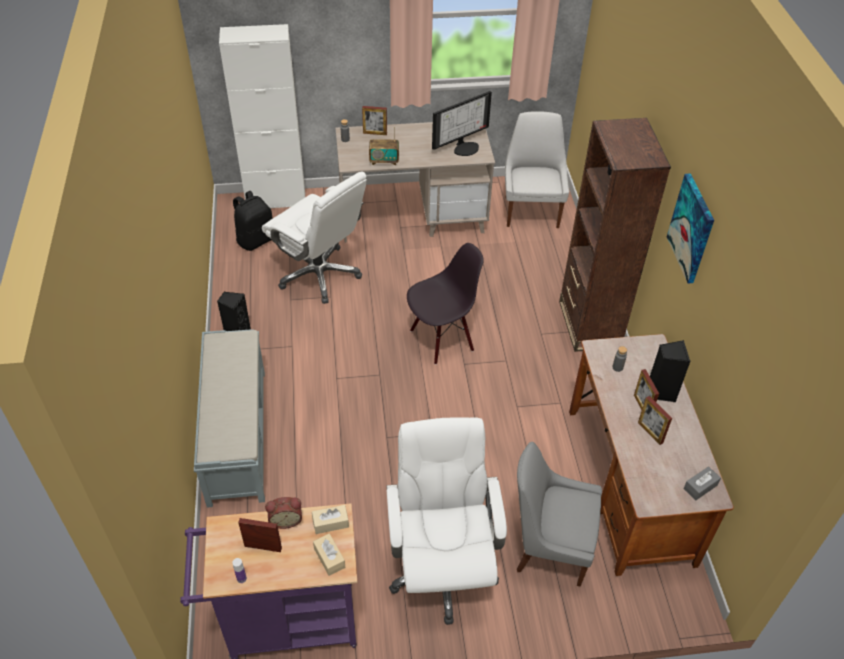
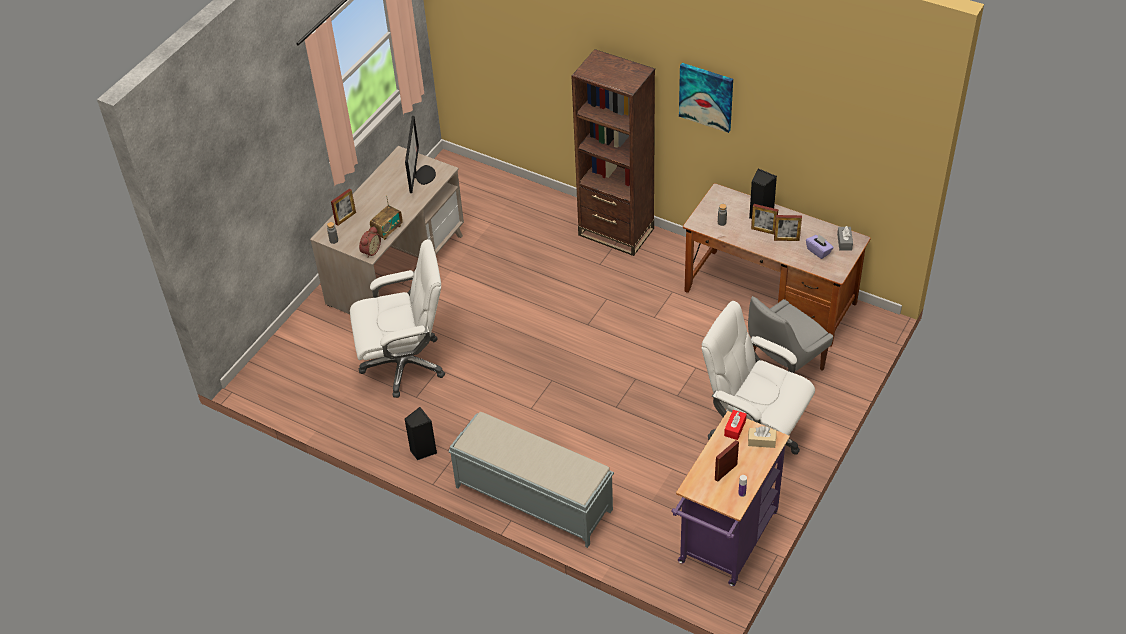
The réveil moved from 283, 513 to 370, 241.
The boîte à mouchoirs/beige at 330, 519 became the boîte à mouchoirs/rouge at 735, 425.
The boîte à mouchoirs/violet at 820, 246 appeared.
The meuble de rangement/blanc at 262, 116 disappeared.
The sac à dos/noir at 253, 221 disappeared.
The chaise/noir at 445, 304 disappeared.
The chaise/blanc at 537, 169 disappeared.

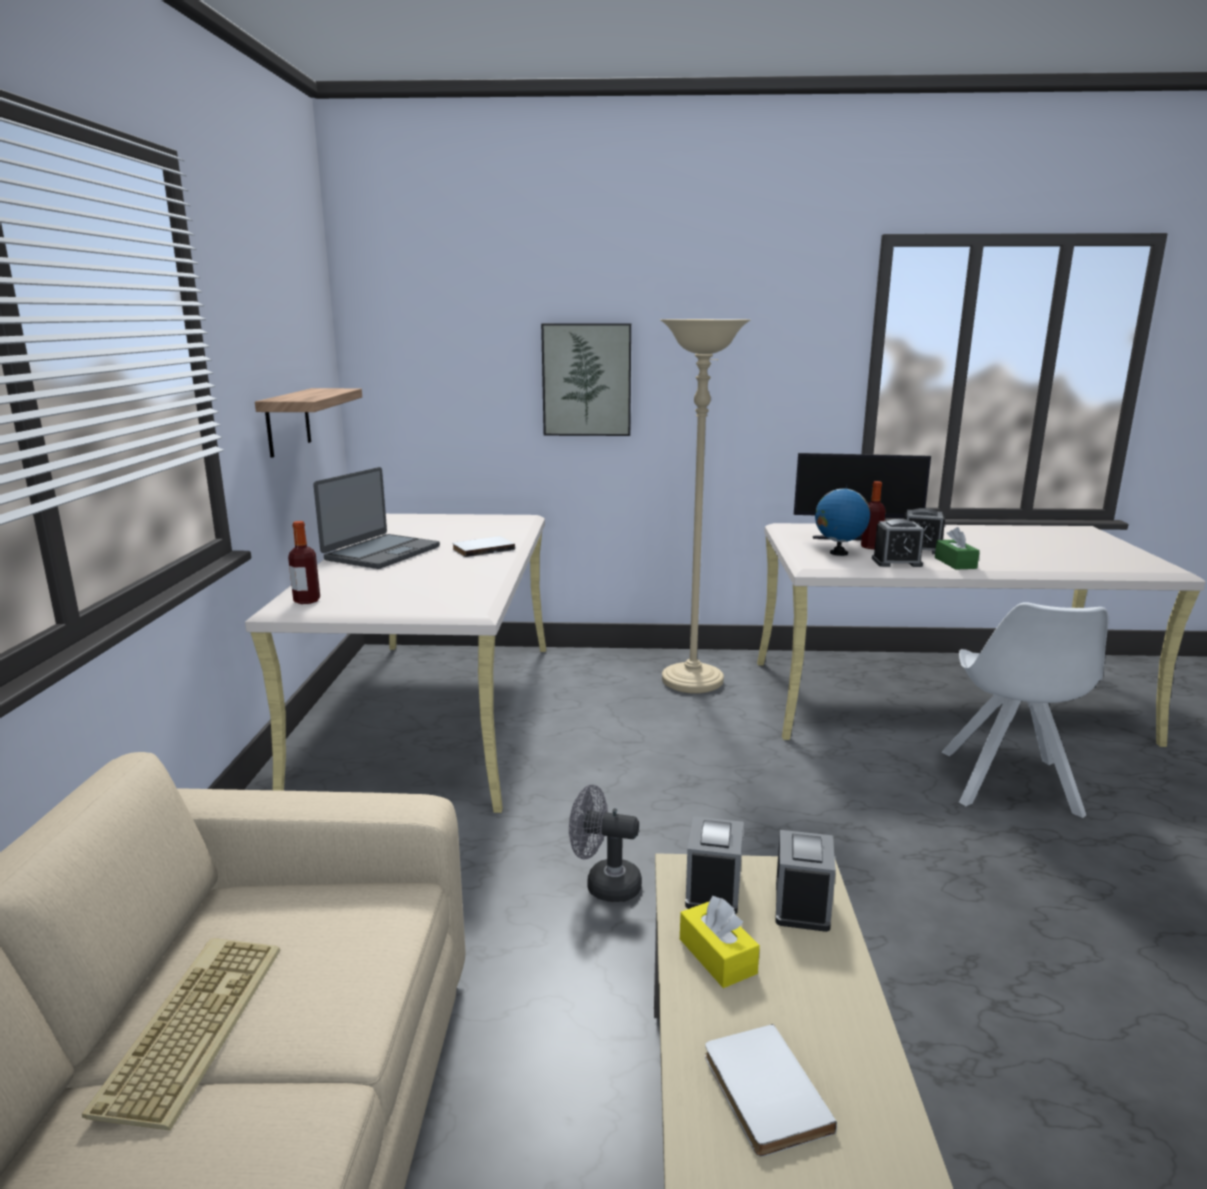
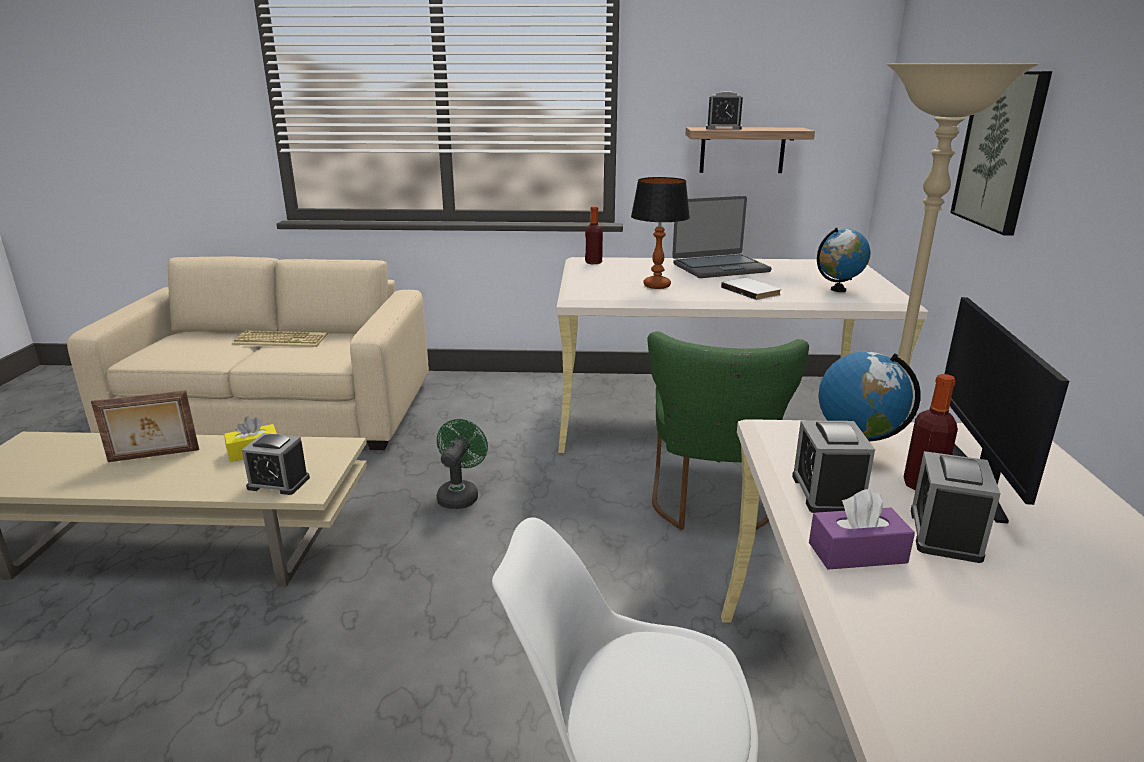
The livre/blanc at 771, 1090 was replaced by the cadre photo at 145, 426.
The ventilateur/gris at 605, 843 became the ventilateur/vert at 462, 464.
The lampe de table at 660, 233 appeared.
The chaise/vert at 728, 431 appeared.
The ordinateur portable at 376, 518 turned 45 degrees counterclockwise.
The réveil moved from 714, 865 to 724, 110.
The boîte à mouchoirs/vert at 957, 548 became the boîte à mouchoirs/violet at 862, 529.
The globe at 844, 259 appeared.

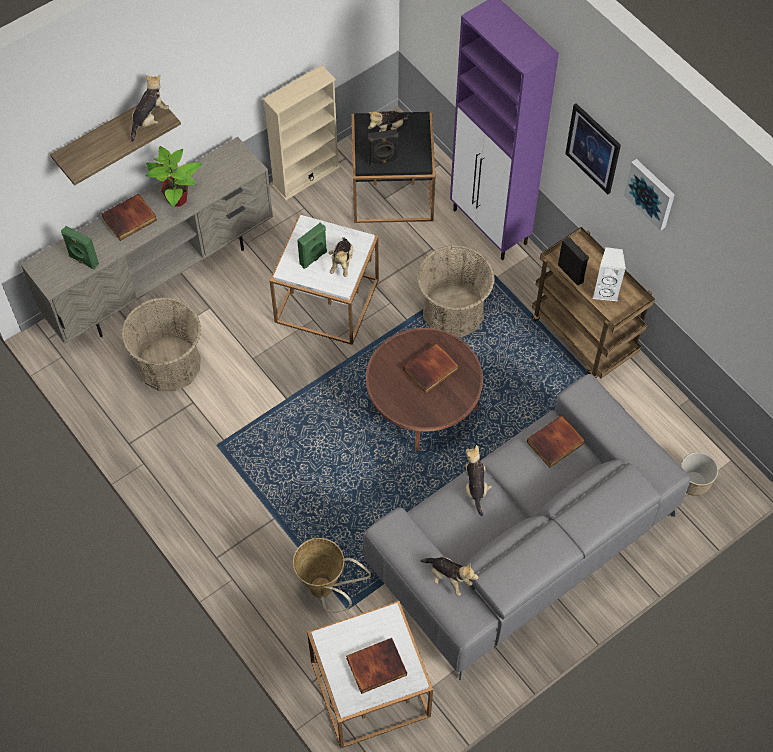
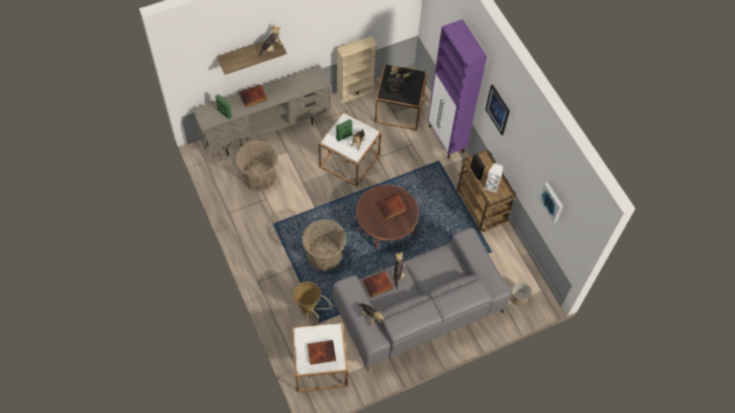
The panier moved from 456, 291 to 324, 245.
The livre moved from 556, 441 to 378, 284.
The tableau moved from 649, 195 to 551, 202.
The plante en pot at 174, 176 disappeared.

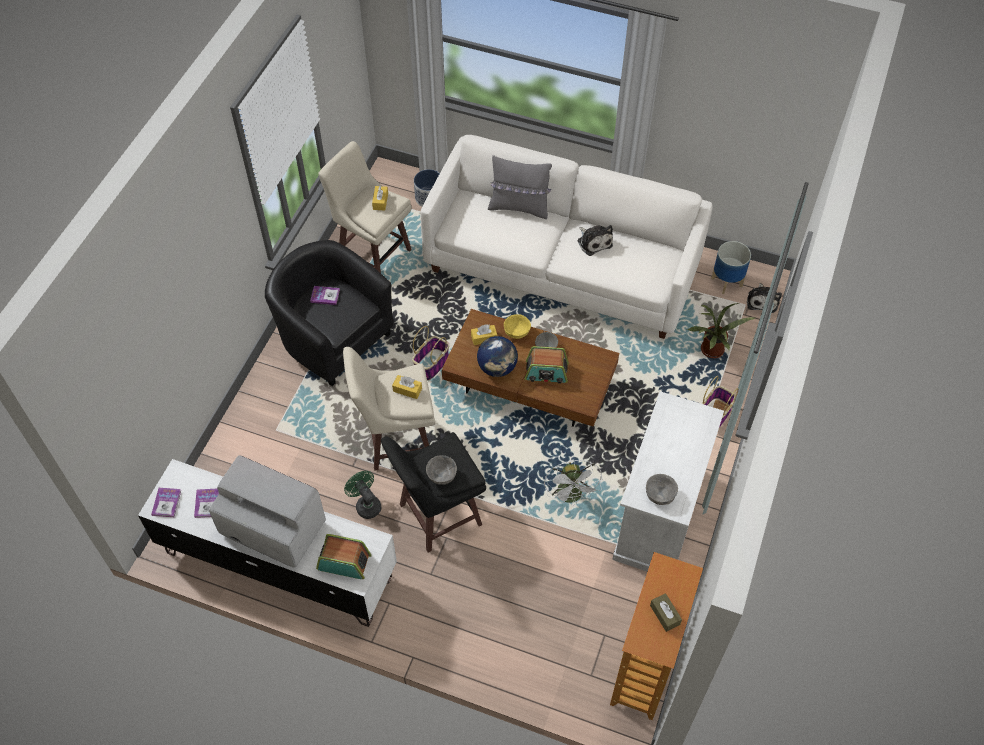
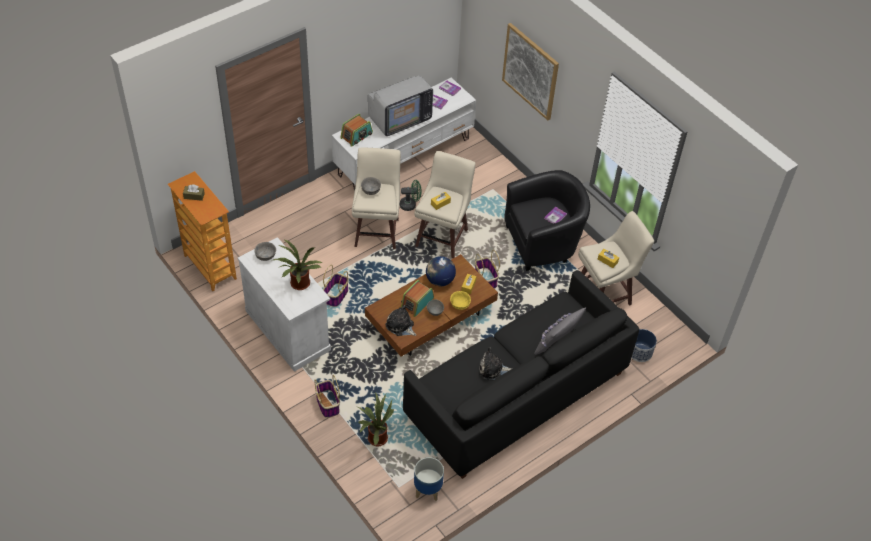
The plante en pot at 298, 264 appeared.
The ventilateur/blanc at 573, 482 was replaced by the panier at 336, 286.
The tabouret/noir at 433, 492 became the tabouret/beige at 376, 198.
The peluche moved from 764, 298 to 400, 320.
The canapé/blanc at 566, 237 became the canapé/noir at 521, 374.
The tableau at 530, 72 appeared.

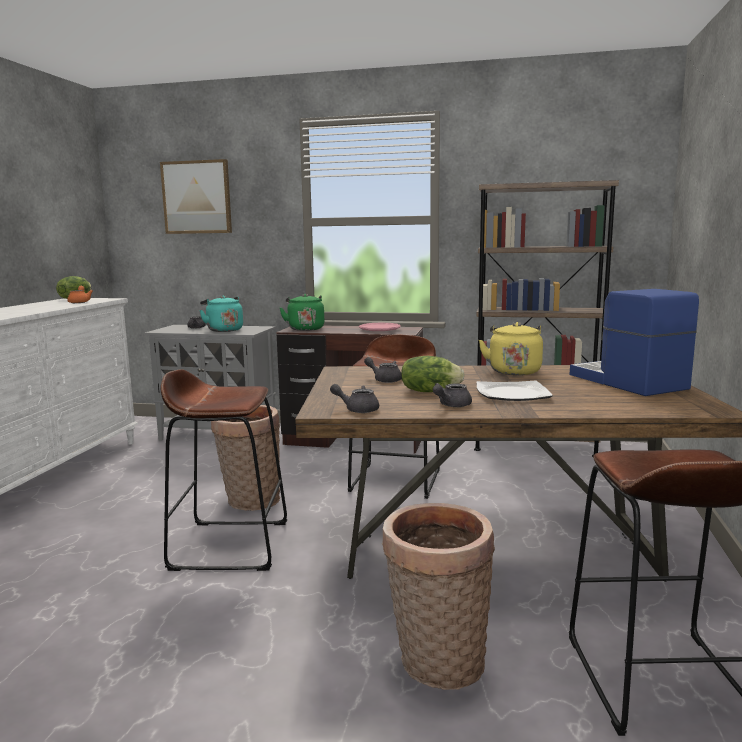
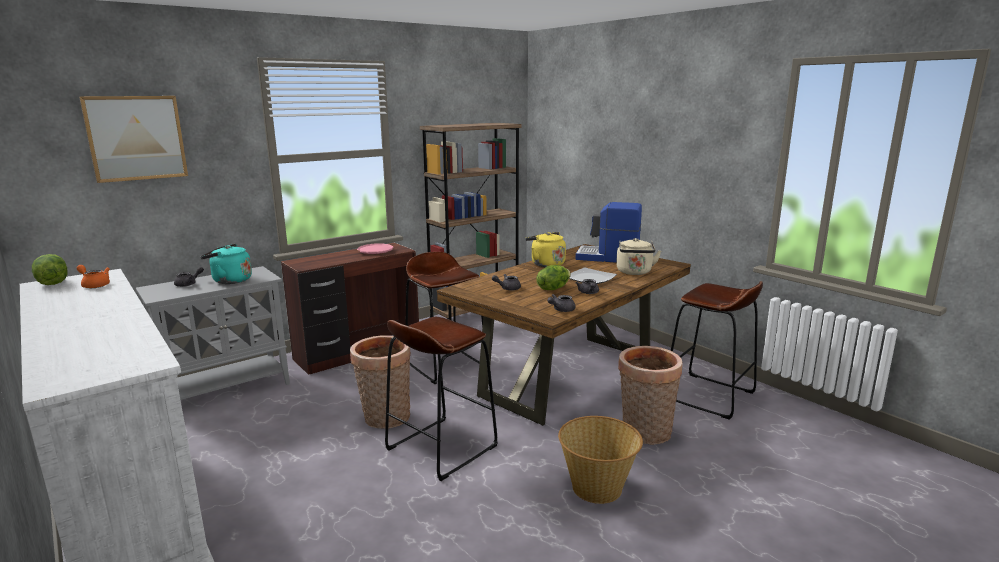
The panier at 600, 460 appeared.
The bouilloire/beige at 638, 256 appeared.
The bouilloire/vert at 302, 312 disappeared.

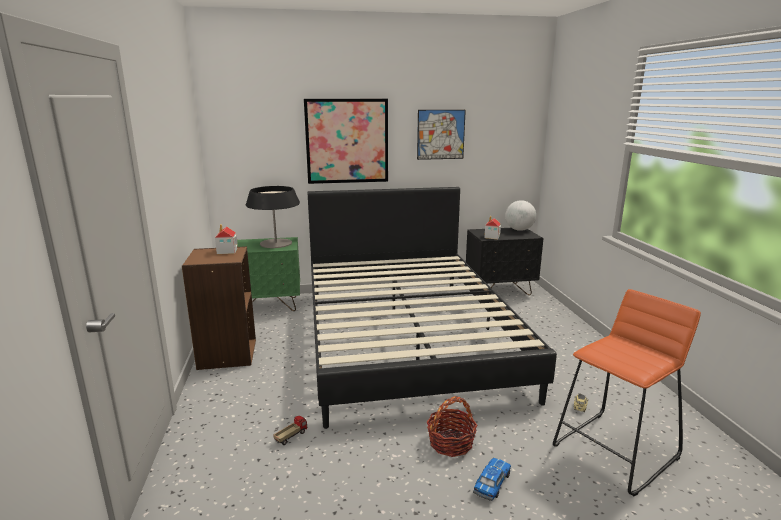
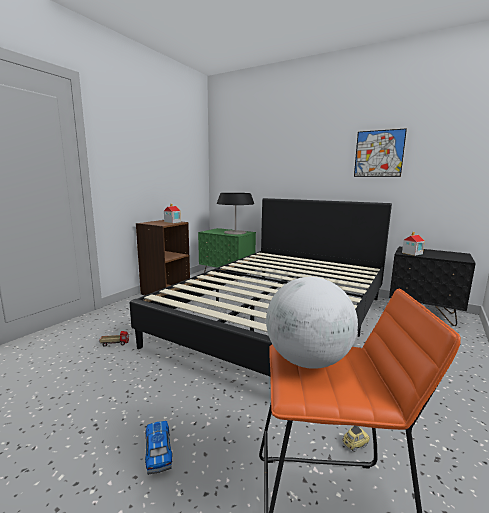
The petite voiture at 492, 479 turned 90 degrees counterclockwise.
The globe moved from 520, 215 to 312, 323.
The tableau at 346, 141 disappeared.
The panier at 452, 426 disappeared.

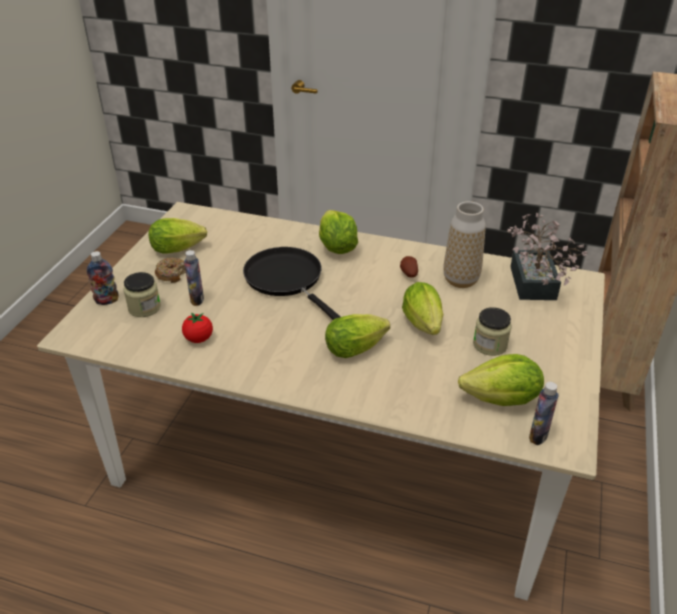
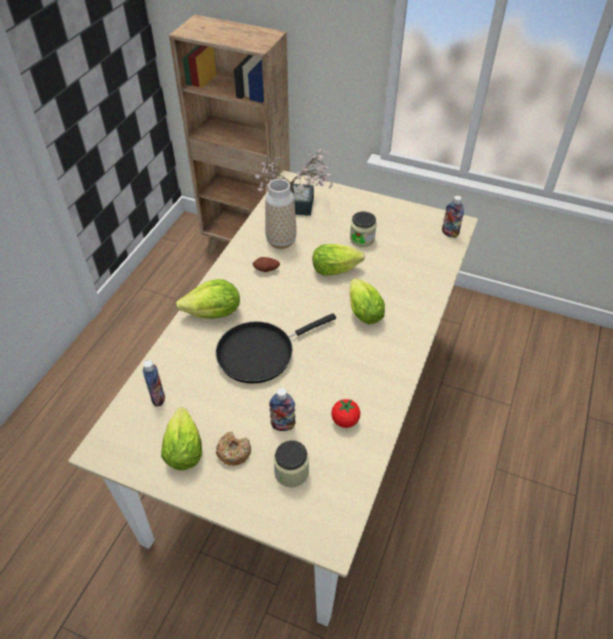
The bouteille moved from 103, 278 to 154, 383.
The laitue at 501, 380 disappeared.

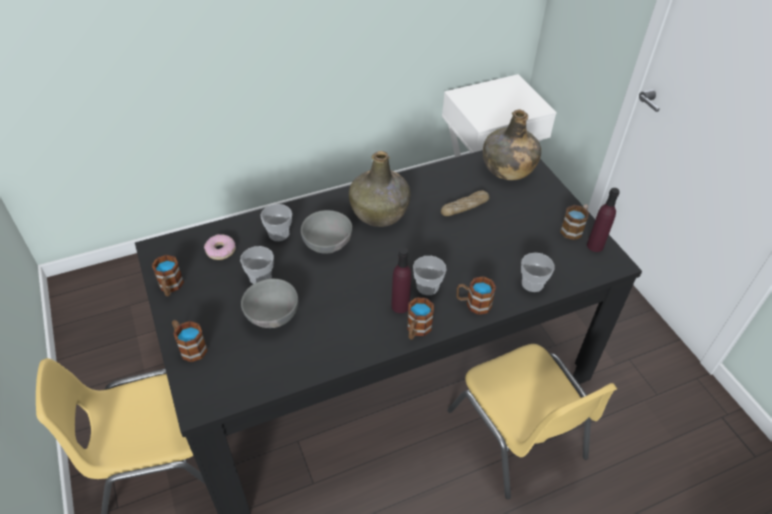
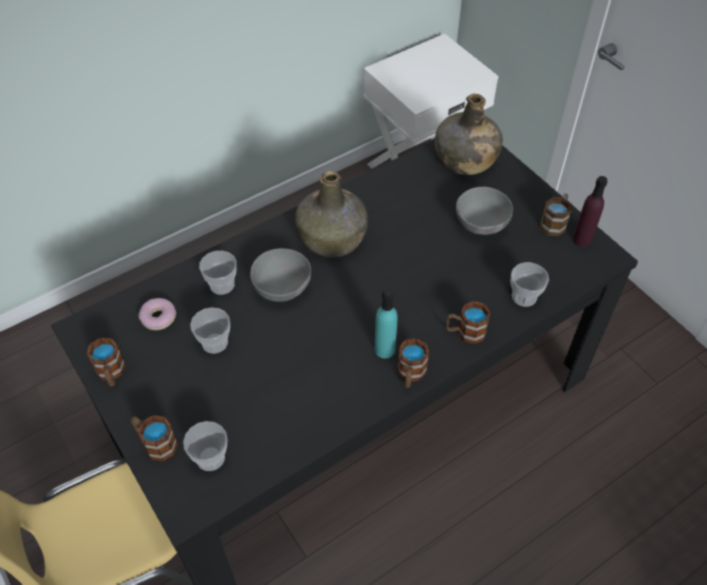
The tasse moved from 430, 275 to 205, 446.
The bouteille/violet at 401, 280 became the bouteille/turquoise at 386, 324.
The bol/gris moved from 269, 303 to 484, 211.
The pain at 465, 203 disappeared.
The chaise/jaune at 532, 421 disappeared.

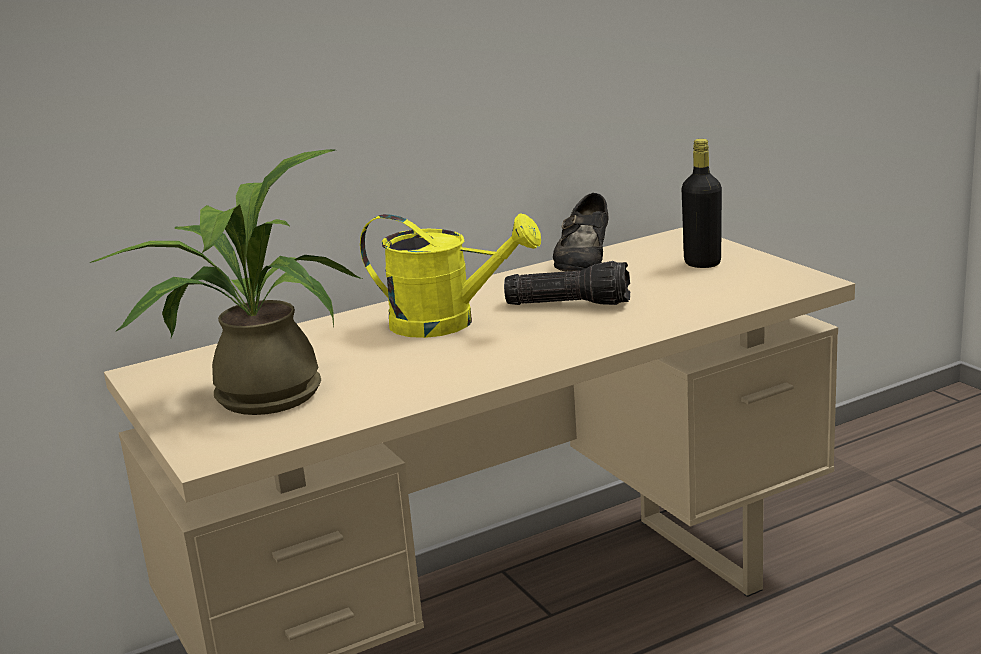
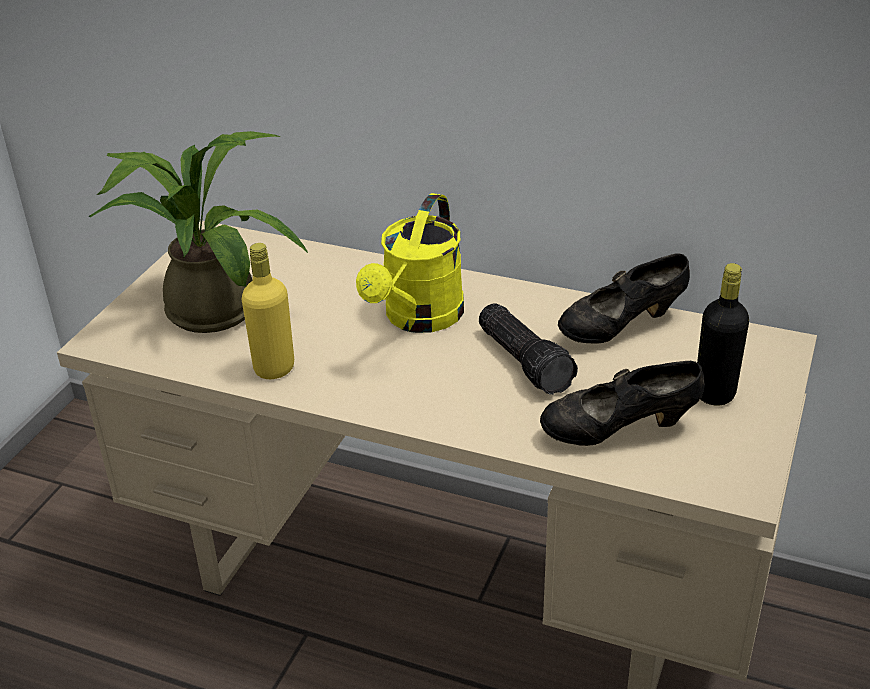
The bouteille/jaune at 268, 311 appeared.
The arrosoir/jaune at 450, 275 turned 45 degrees clockwise.
The chaussure/noir at 622, 403 appeared.

